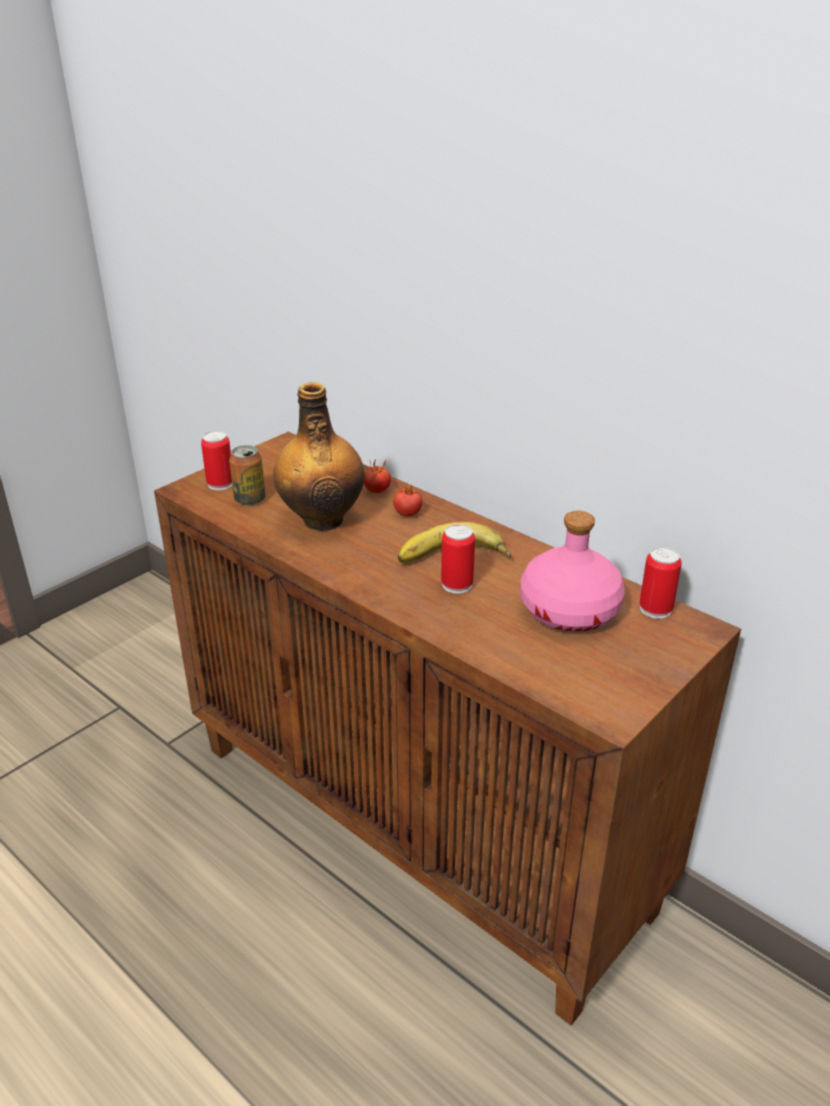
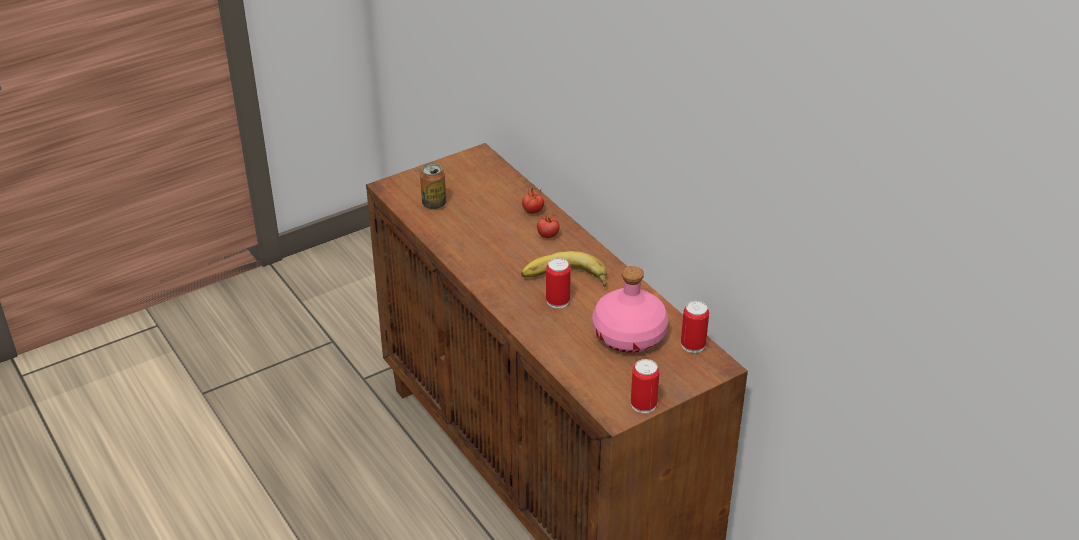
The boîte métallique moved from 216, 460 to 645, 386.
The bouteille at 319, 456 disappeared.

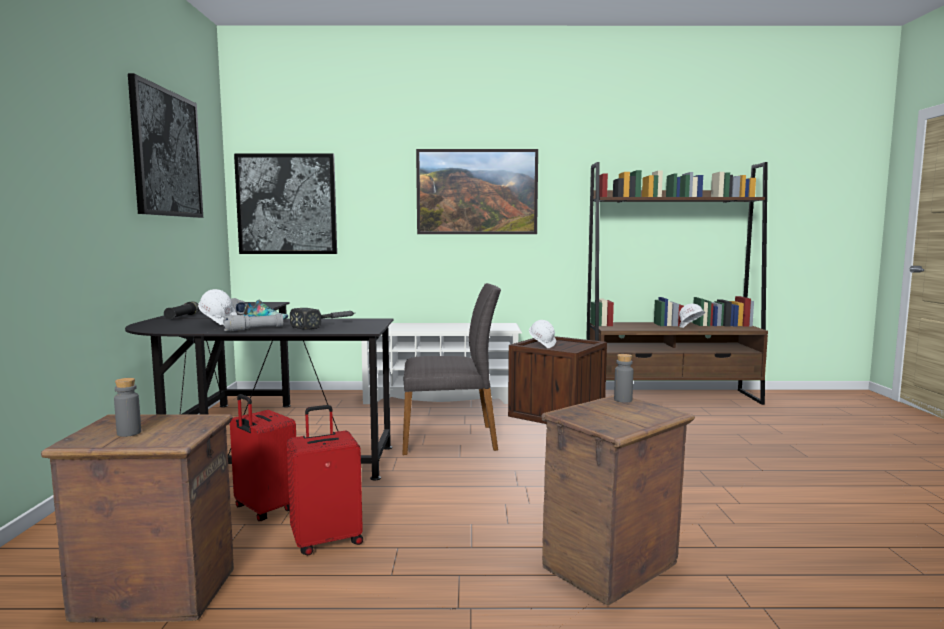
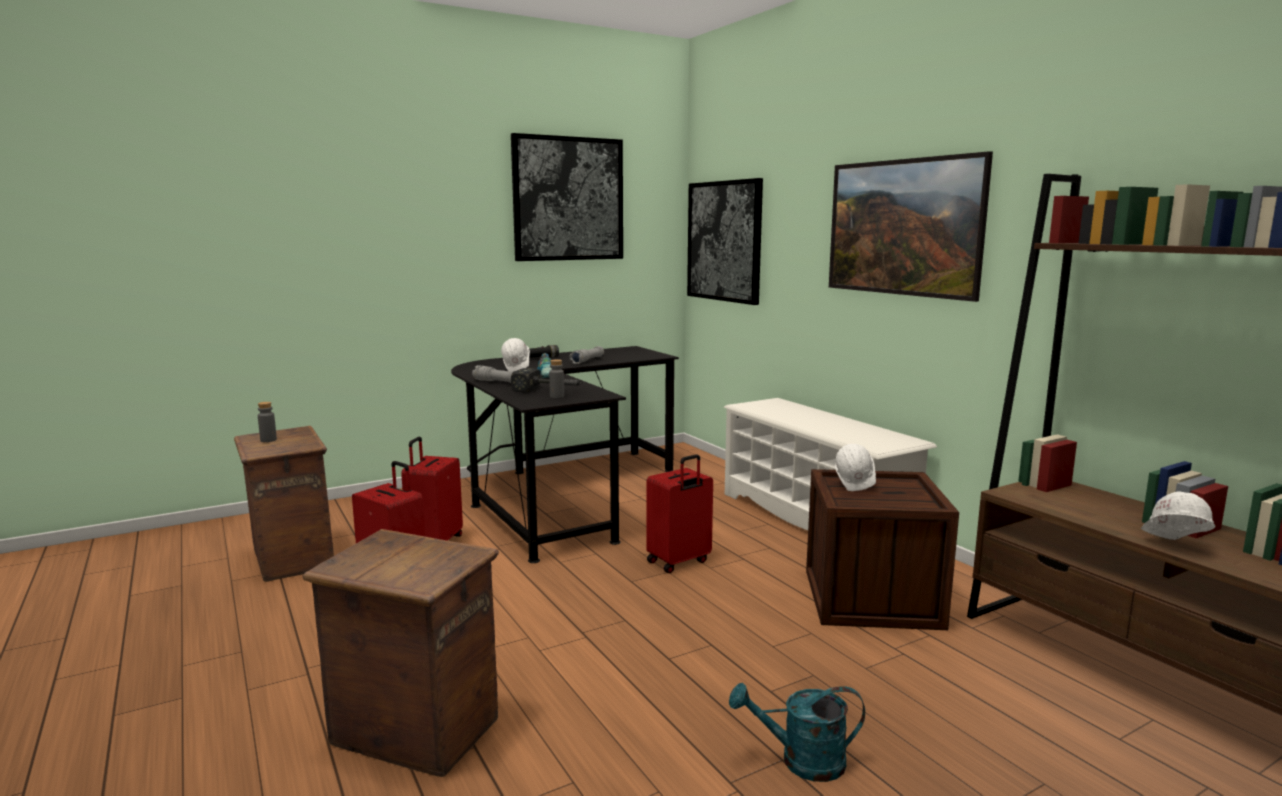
The bouteille/gris moved from 623, 378 to 556, 378.
The chaise/gris at 451, 369 was replaced by the valise/rouge at 679, 513.
The arrosoir/turquoise at 797, 732 appeared.

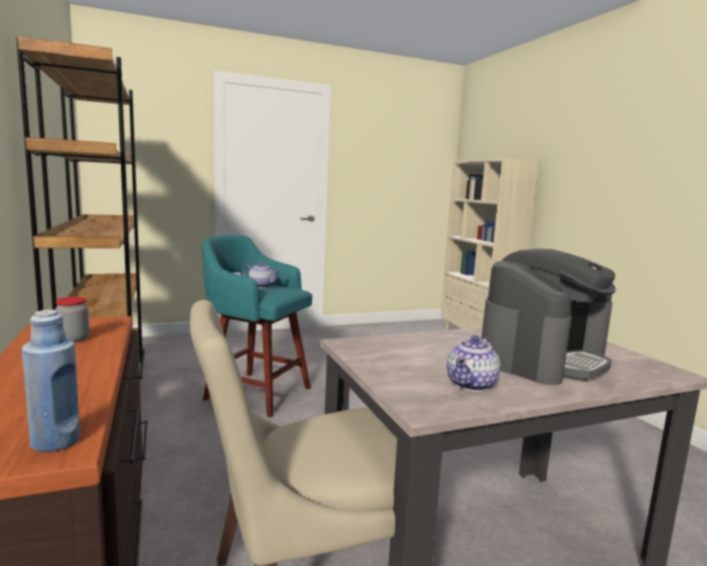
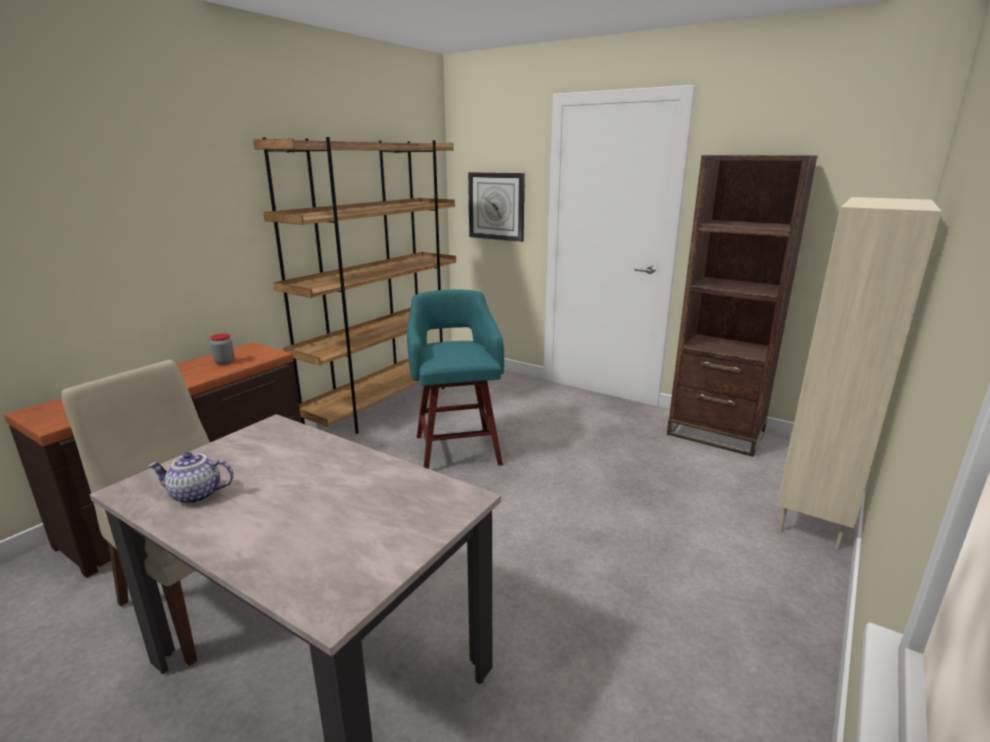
The horloge murale at 496, 207 appeared.
The bibliothèque/marron at 742, 306 appeared.
The bouteille/bleu at 51, 381 disappeared.
The théière at 262, 275 disappeared.
The machine à café at 548, 316 disappeared.

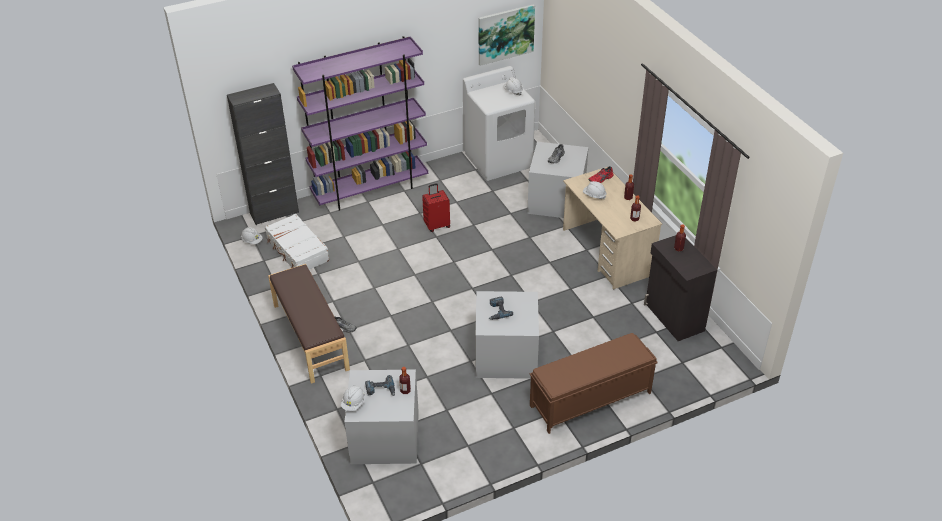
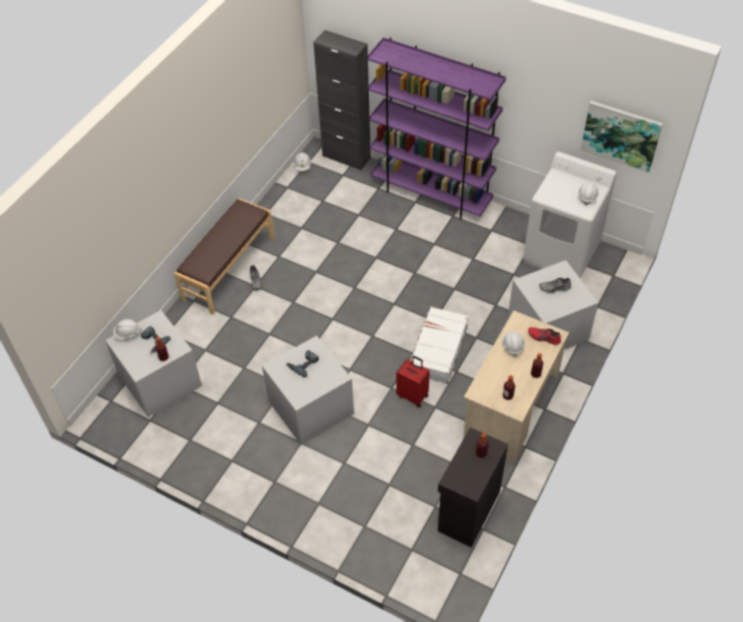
The valise/rouge moved from 436, 207 to 413, 381.
The valise/blanc moved from 297, 242 to 439, 345.
The banc/marron at 593, 383 disappeared.

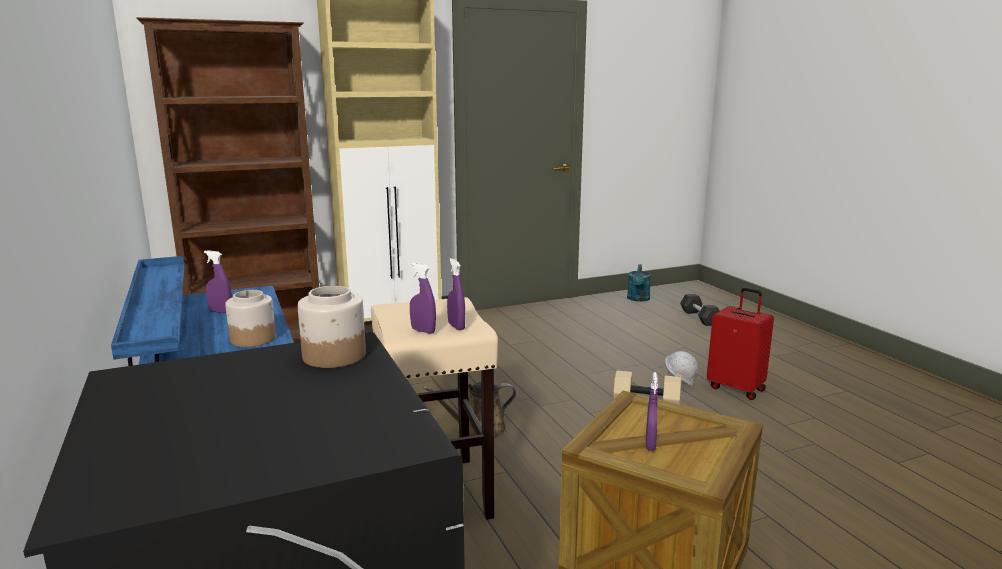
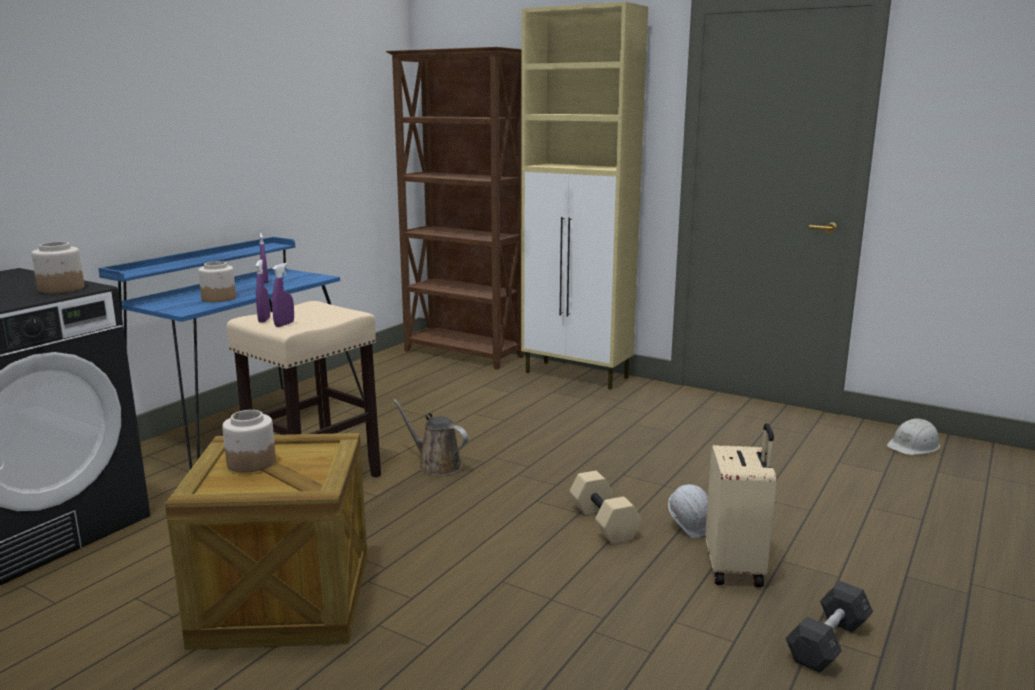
The vaporisateur/violet at 652, 411 was replaced by the bocal at 249, 441.
The valise/rouge at 740, 344 became the valise/beige at 740, 505.
The haltère/gris moved from 699, 310 to 829, 627.
The arrosoir/turquoise at 639, 283 was replaced by the casque de chantier/blanc at 913, 436.

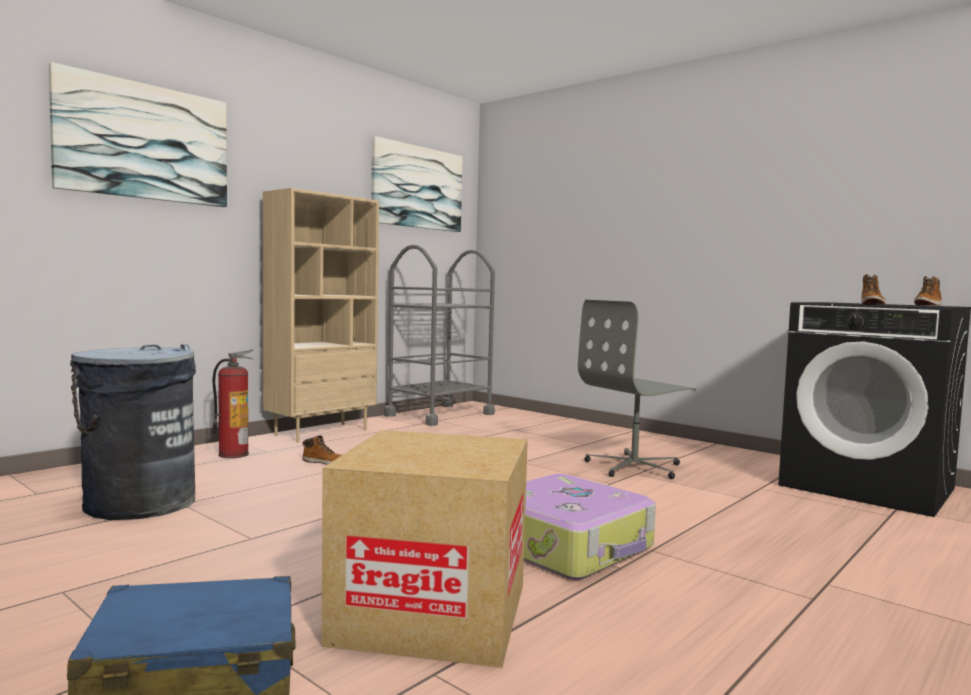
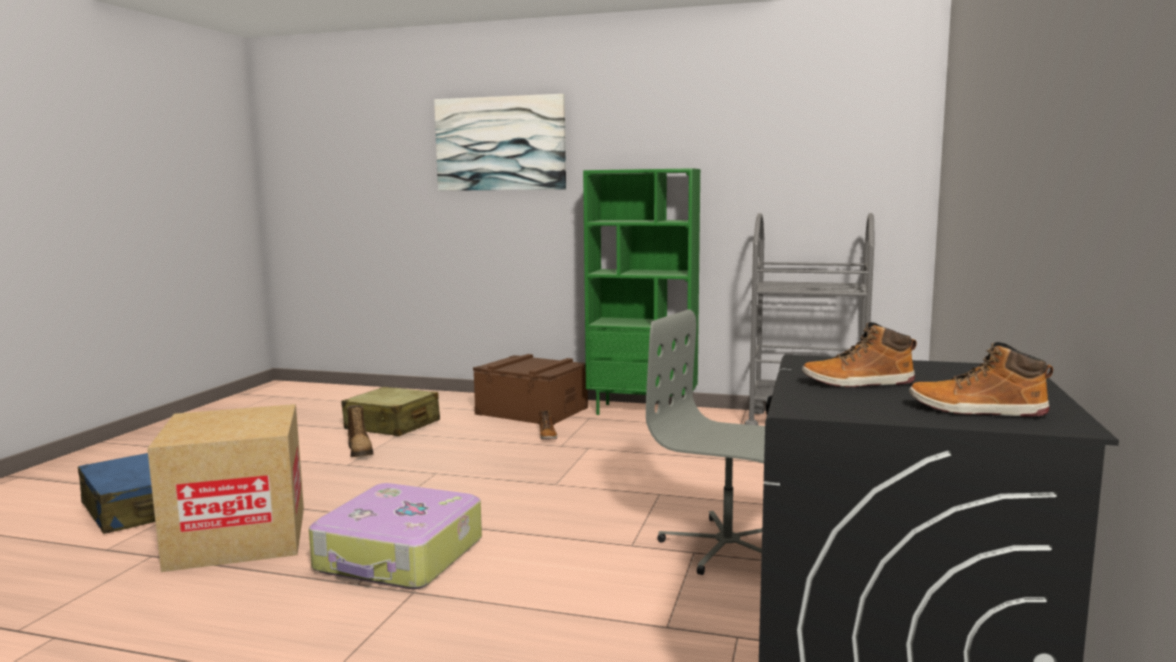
The poubelle/gris at 133, 432 was replaced by the valise/beige at 390, 411.
The botte at 360, 431 appeared.
The extincteur at 232, 403 was replaced by the boîte de rangement/marron at 530, 389.
The bibliothèque/beige at 321, 315 became the bibliothèque/vert at 641, 291.
The tableau at 417, 184 disappeared.

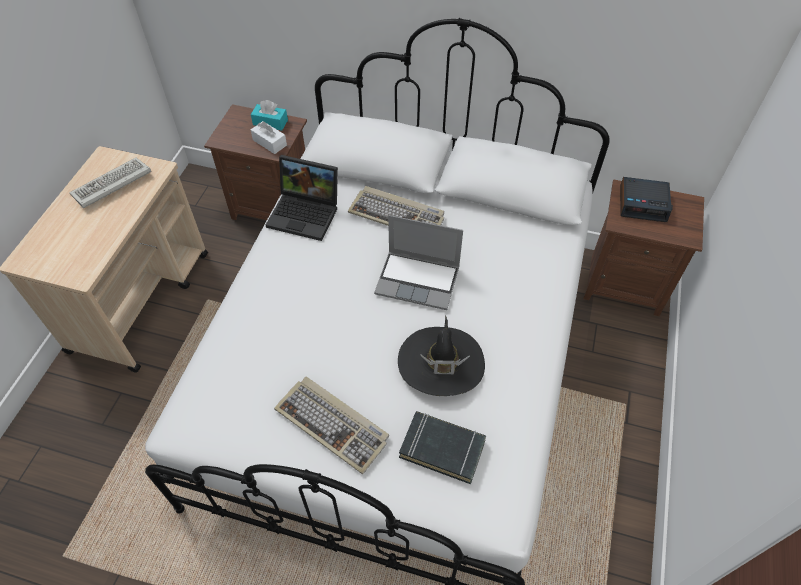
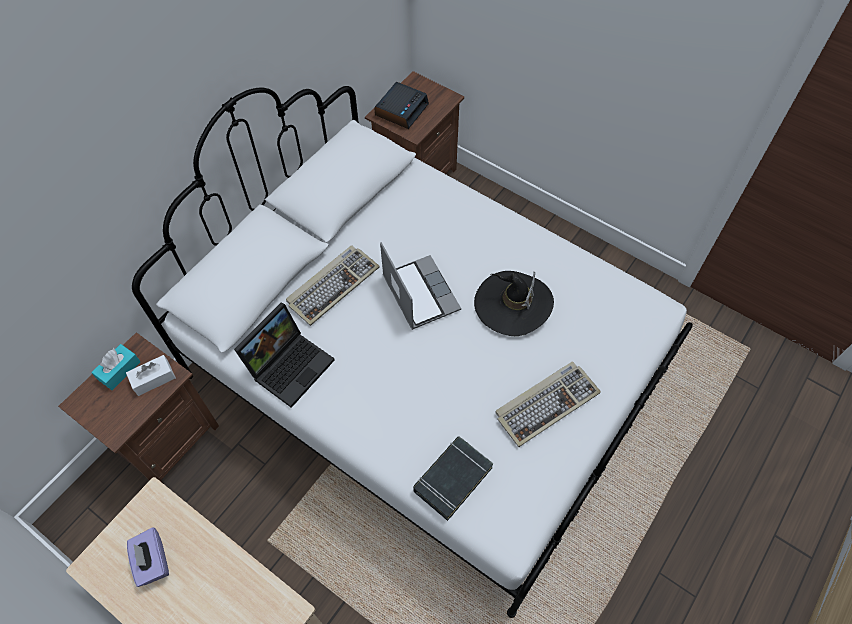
The clavier at 110, 183 was replaced by the boîte à mouchoirs/violet at 148, 557.
The ordinateur portable at 418, 262 turned 60 degrees counterclockwise.
The livre/noir moved from 442, 447 to 453, 478.

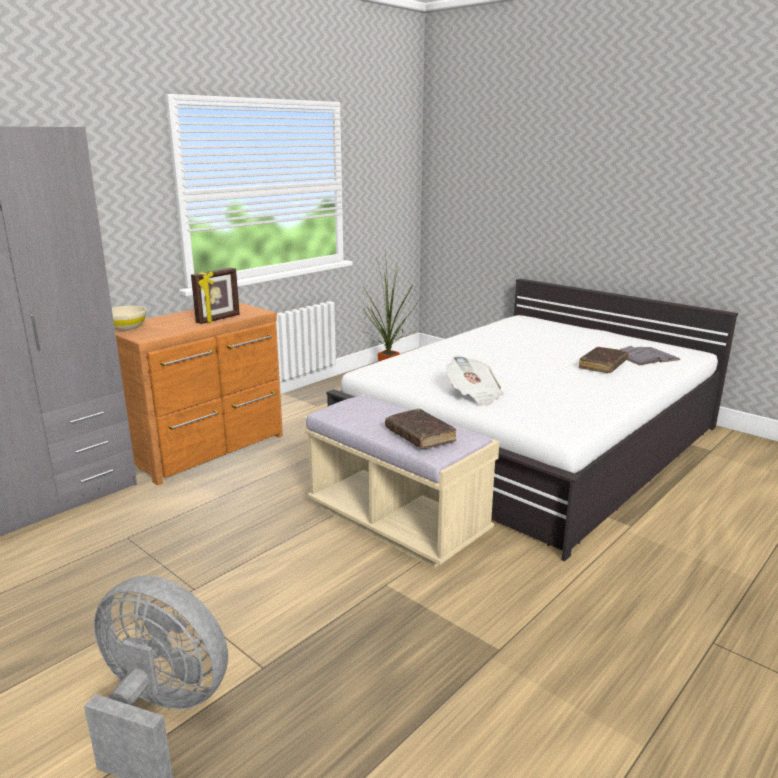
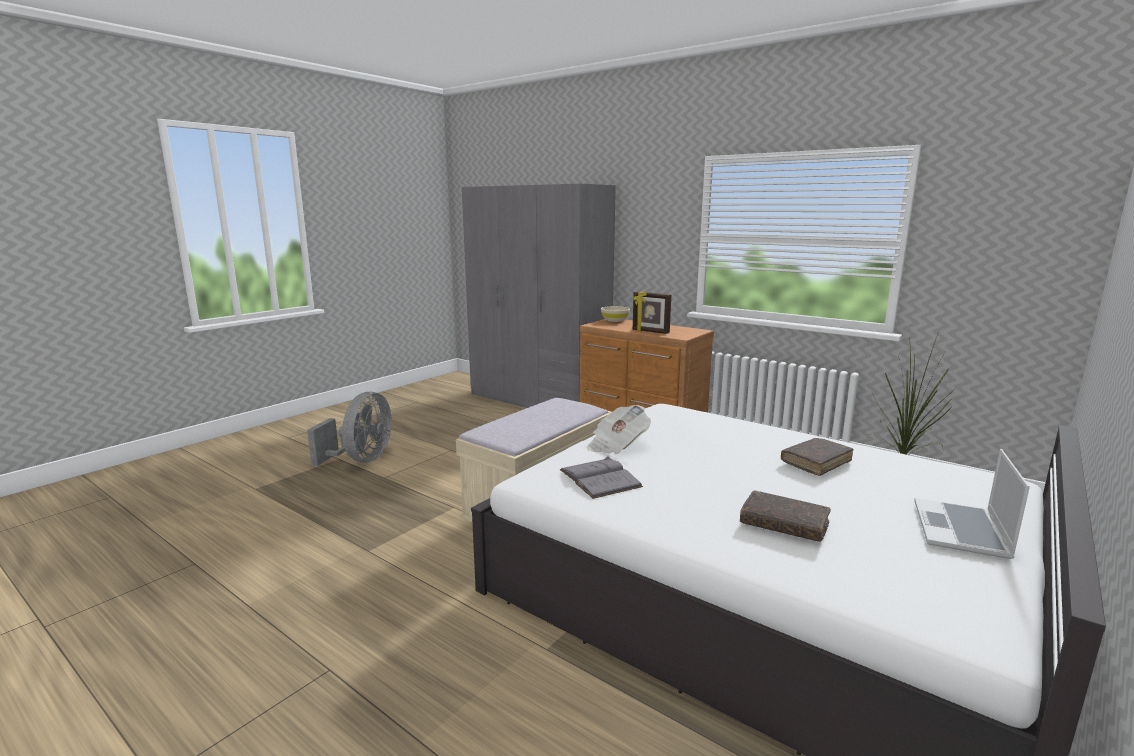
The livre/gris moved from 650, 355 to 601, 477.
The livre/marron moved from 420, 429 to 817, 457.
The ordinateur portable at 972, 504 appeared.

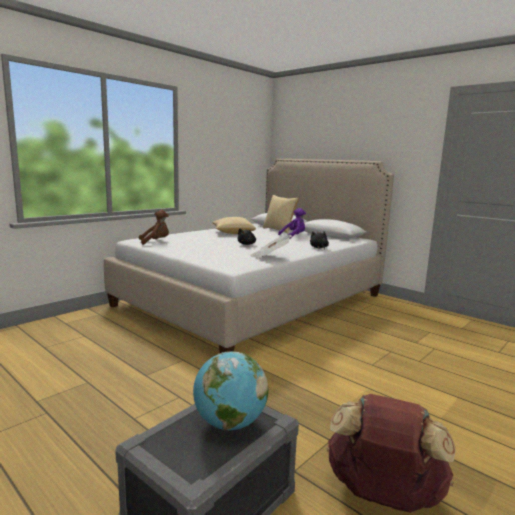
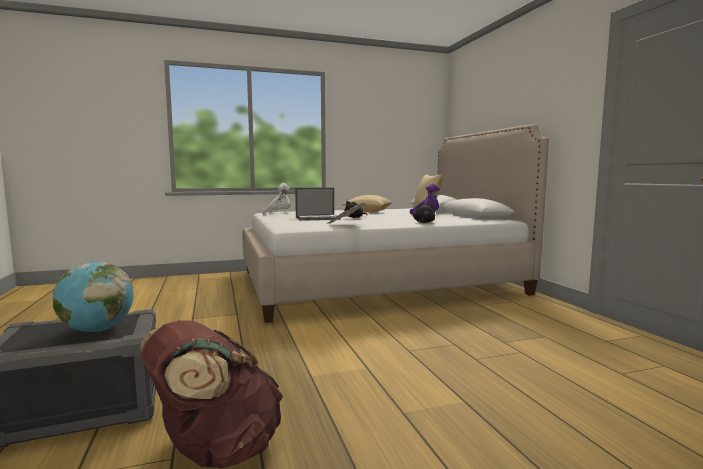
The peluche/marron at 154, 227 became the peluche/blanc at 276, 199.
The ordinateur portable at 318, 204 appeared.

